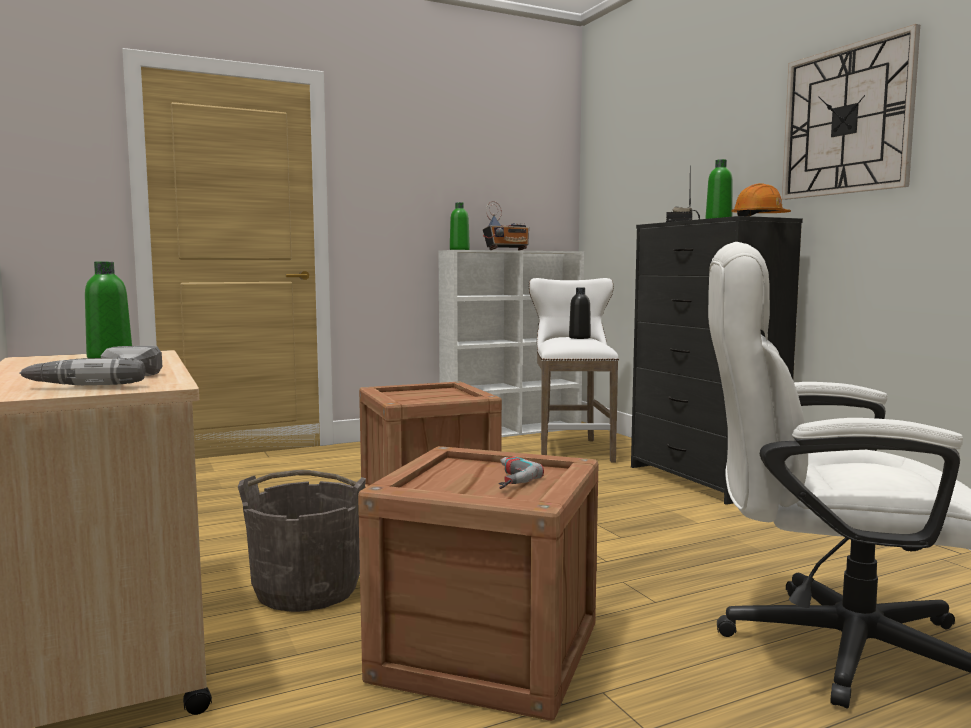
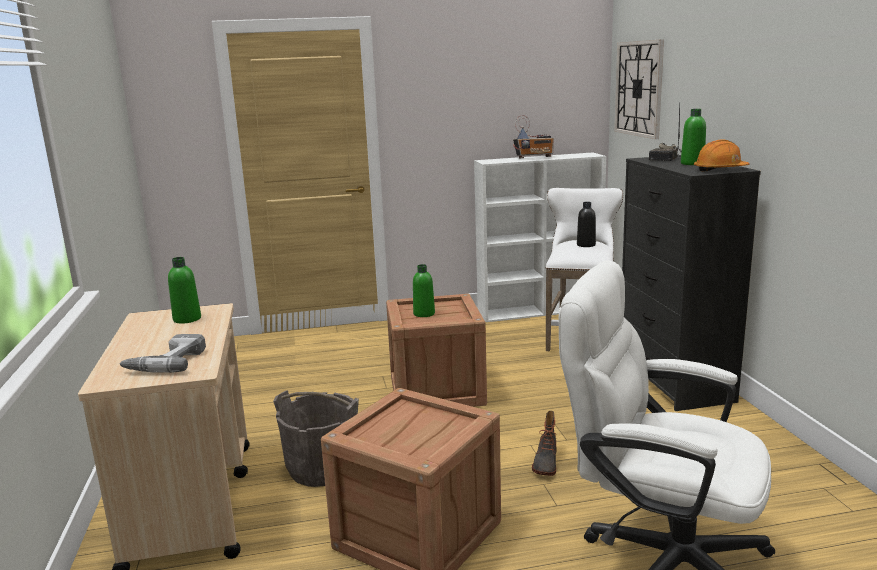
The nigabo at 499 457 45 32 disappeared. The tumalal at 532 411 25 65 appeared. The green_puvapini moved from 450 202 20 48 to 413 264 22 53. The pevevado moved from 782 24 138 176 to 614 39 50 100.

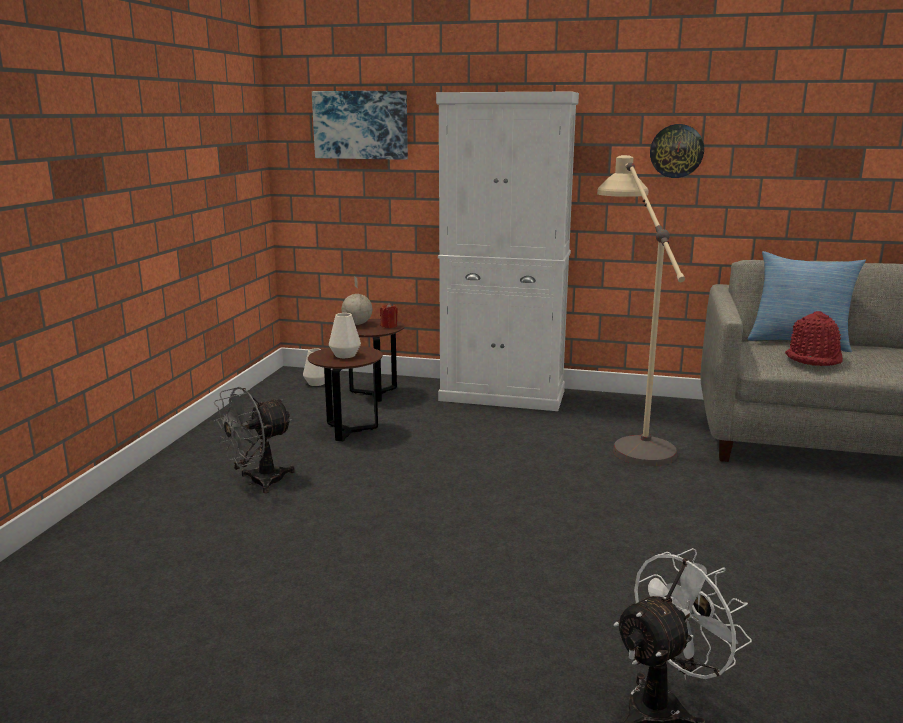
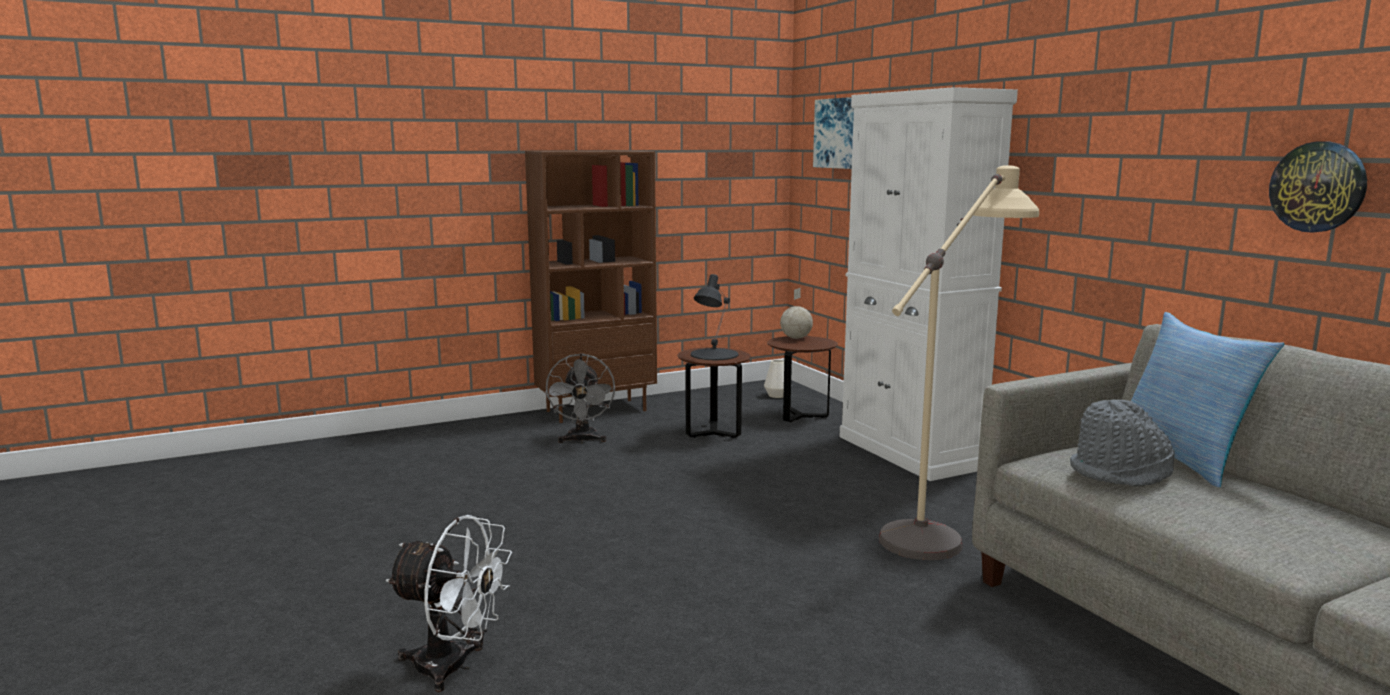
The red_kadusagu at 380 303 18 25 disappeared. The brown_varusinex at 525 151 132 272 appeared. The pevevado moved from 650 124 54 54 to 1269 142 98 91. The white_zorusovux at 329 313 32 45 was replaced by the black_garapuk at 691 274 48 86. The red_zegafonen at 785 311 58 55 became the grey_zegafonen at 1070 399 105 87. The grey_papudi at 214 387 81 106 turned 105 degrees counterclockwise.

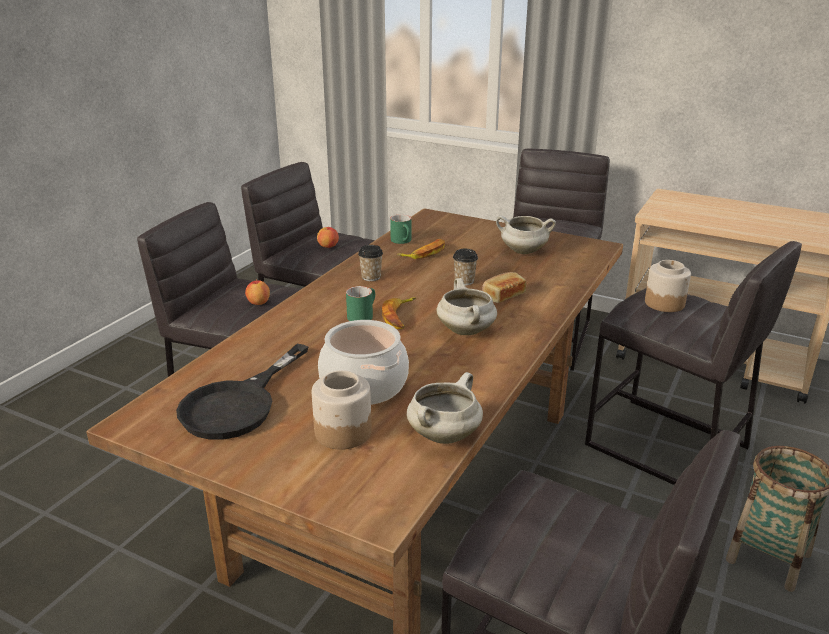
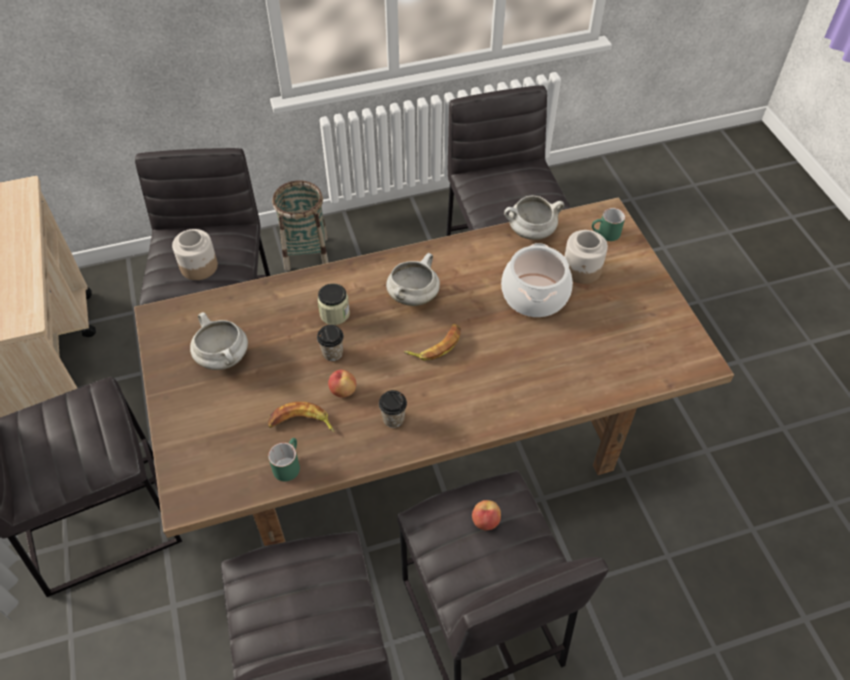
The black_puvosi at 176 344 132 96 disappeared. The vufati moved from 317 227 22 21 to 328 370 28 28. The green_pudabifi moved from 346 286 29 35 to 592 208 33 33. The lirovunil at 482 272 44 31 was replaced by the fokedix at 318 283 32 42.

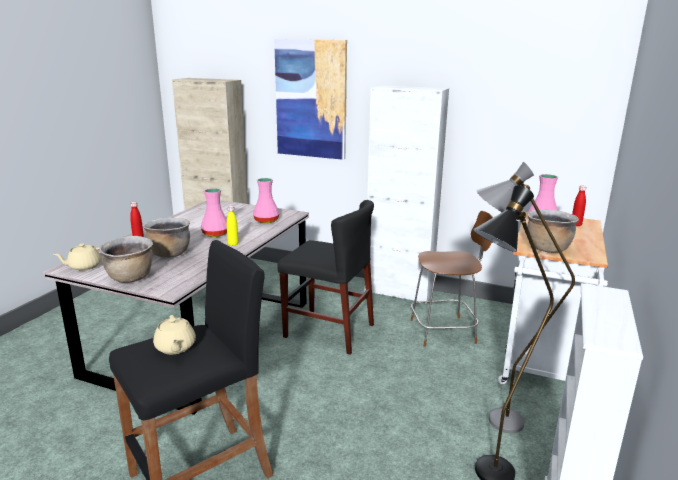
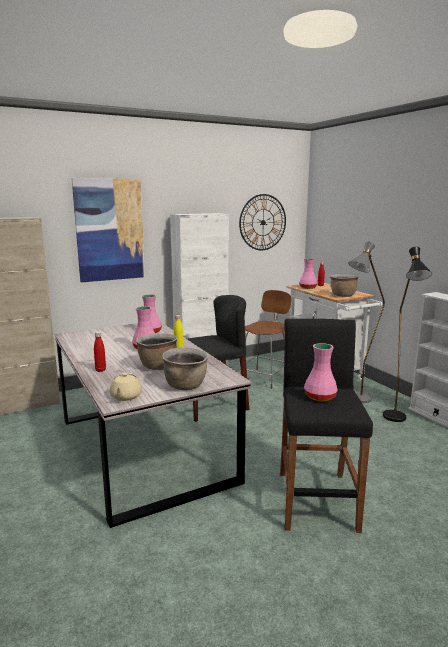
The pevevado at 239 194 47 56 appeared. The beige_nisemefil at 153 315 43 39 was replaced by the pink_zorusovux at 304 343 34 58.

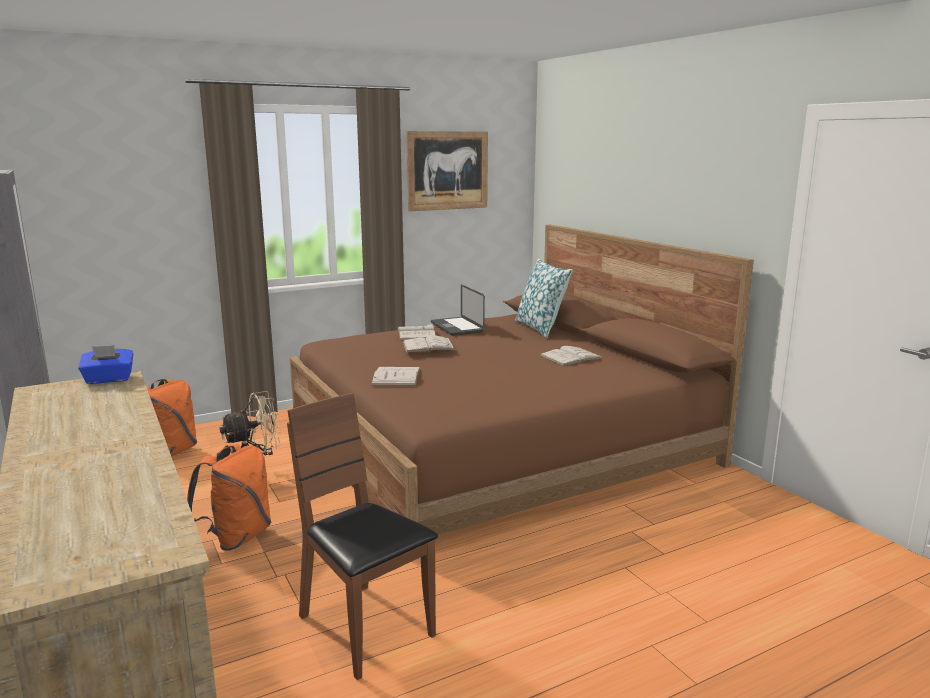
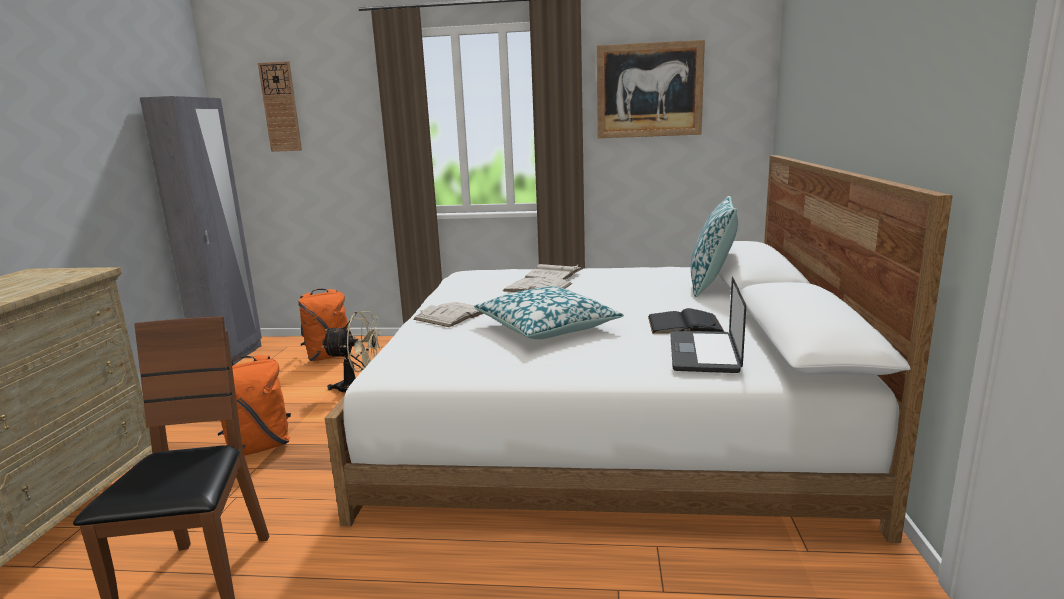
The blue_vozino at 78 345 56 39 disappeared. The pevevado at 258 61 44 91 appeared. The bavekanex at 474 287 150 52 appeared. The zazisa moved from 431 284 54 52 to 670 277 76 96. The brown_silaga at 290 225 464 334 became the white_silaga at 325 155 628 388. The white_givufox at 539 346 64 20 became the black_givufox at 648 308 77 26.

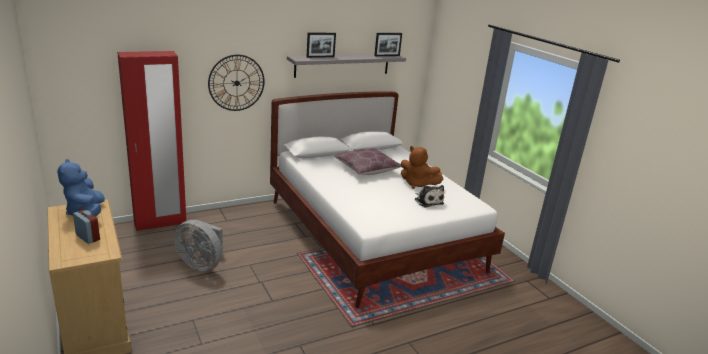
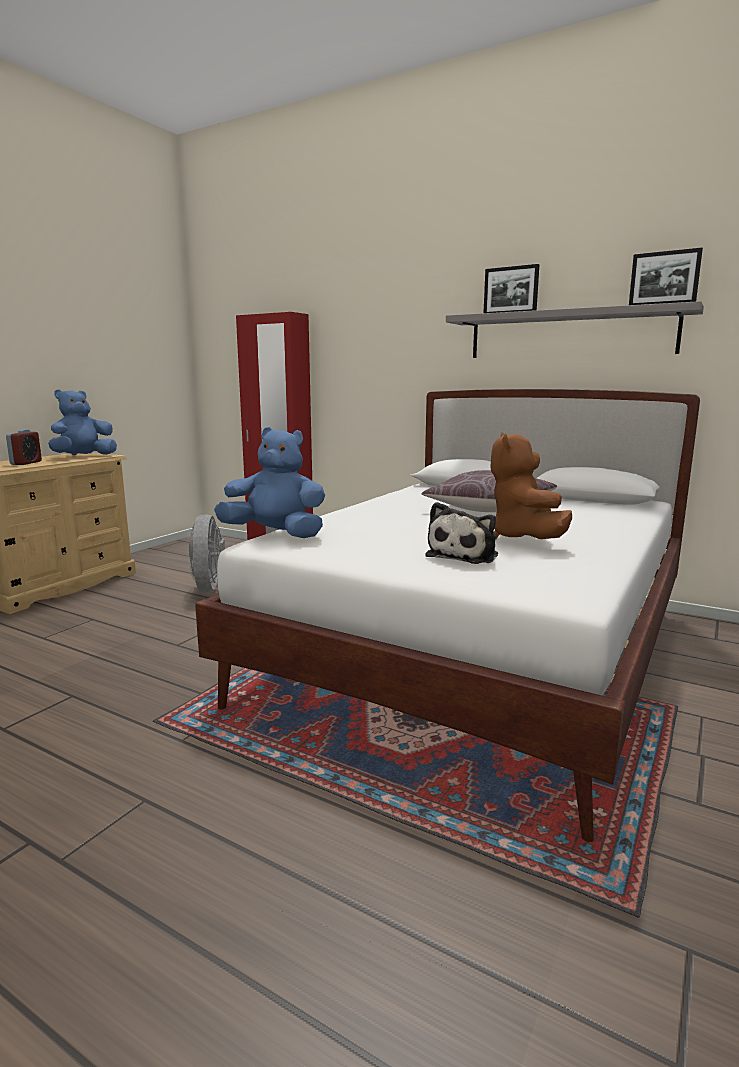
The pevevado at 208 54 57 57 disappeared. The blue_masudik at 214 427 111 111 appeared.

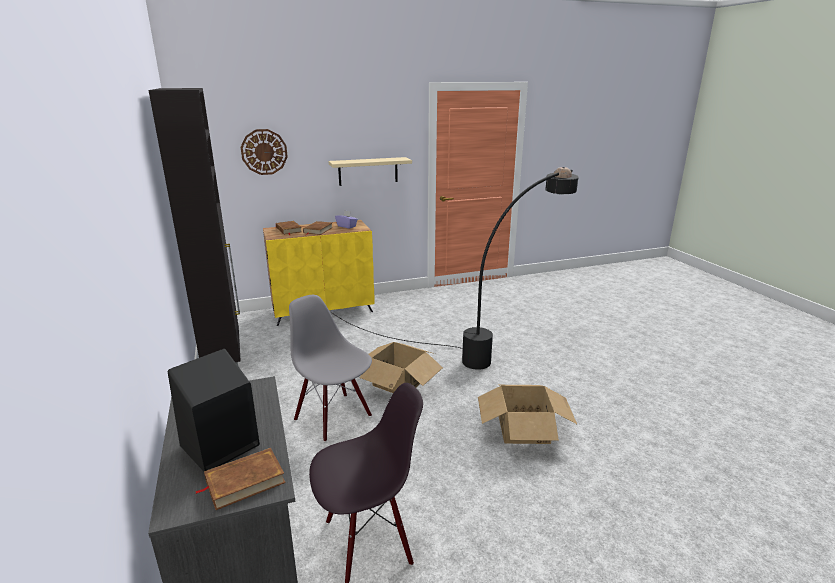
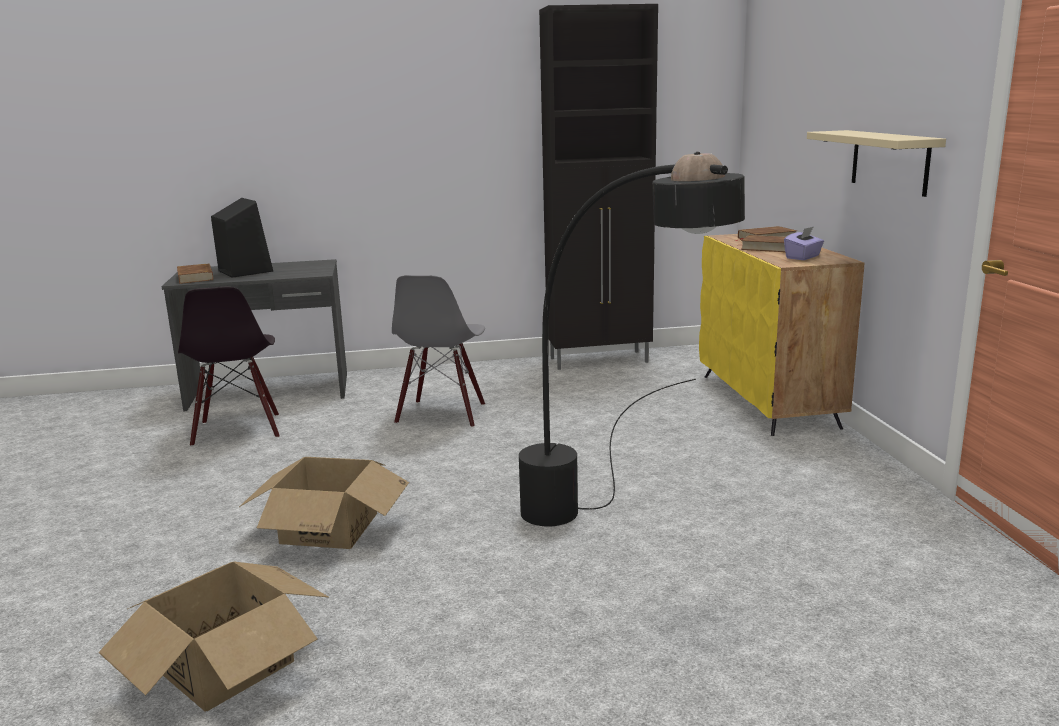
The pevevado at 241 129 47 46 disappeared. The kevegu moved from 360 342 83 51 to 99 562 229 150. The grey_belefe at 289 295 83 147 turned 135 degrees clockwise.

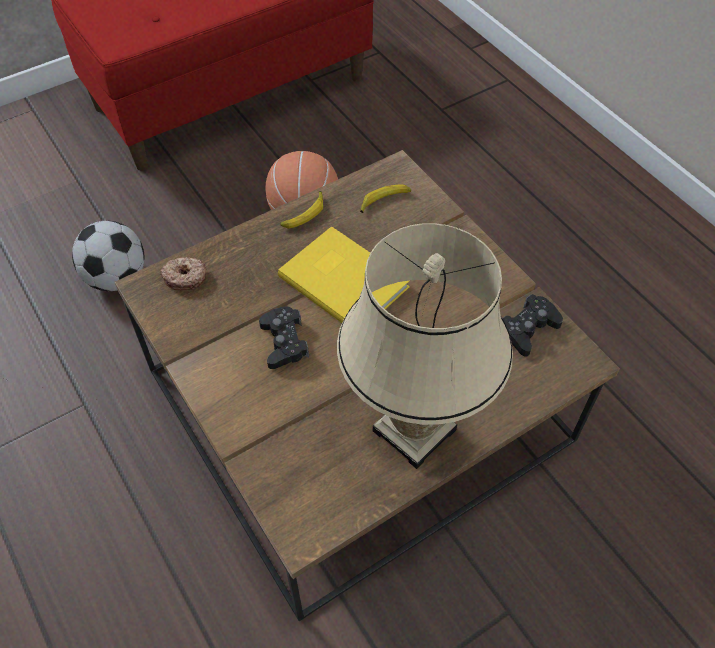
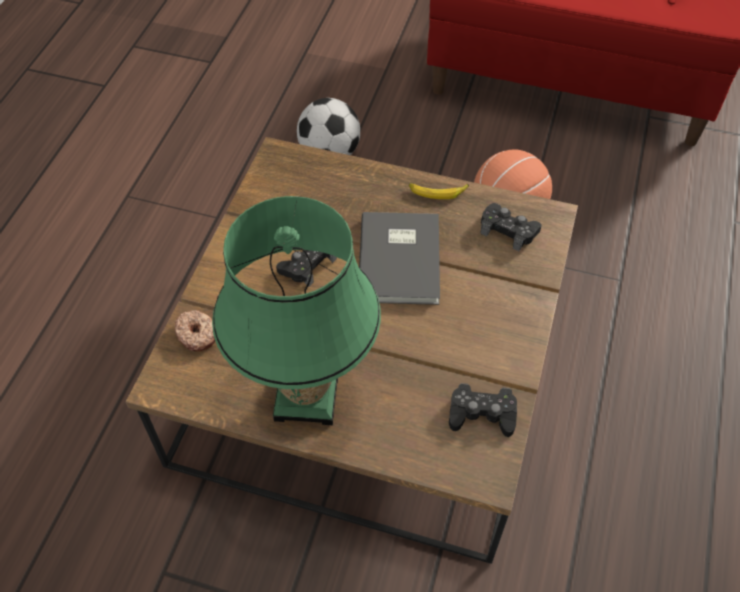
The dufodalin moved from 160 257 46 33 to 175 310 40 41. The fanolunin at 360 185 51 28 was replaced by the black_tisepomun at 480 203 62 48. The yellow_givufox at 278 226 132 97 became the grey_givufox at 359 212 81 93. The beige_garapuk at 337 223 176 246 became the green_garapuk at 212 196 169 229.

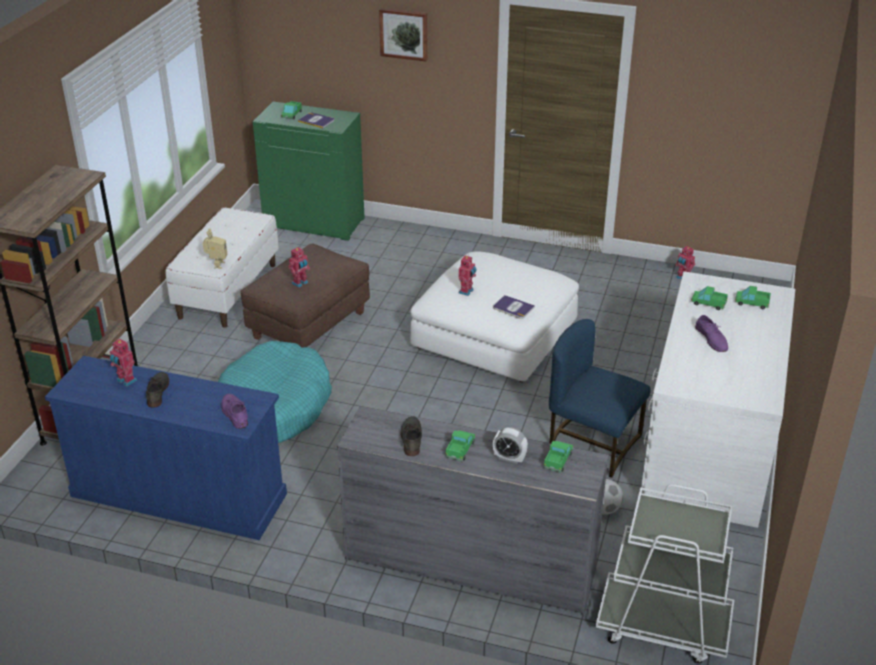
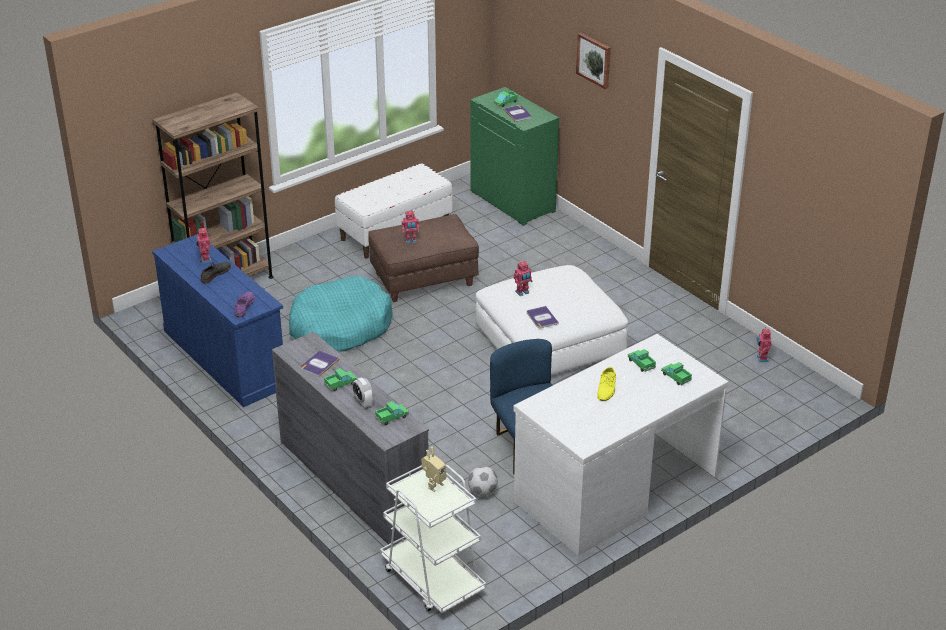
The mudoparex moved from 203 229 24 40 to 422 447 24 45. The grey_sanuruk at 401 416 21 40 was replaced by the givufox at 301 351 39 26. The purple_sanuruk at 695 315 33 37 became the yellow_sanuruk at 597 367 19 34.

